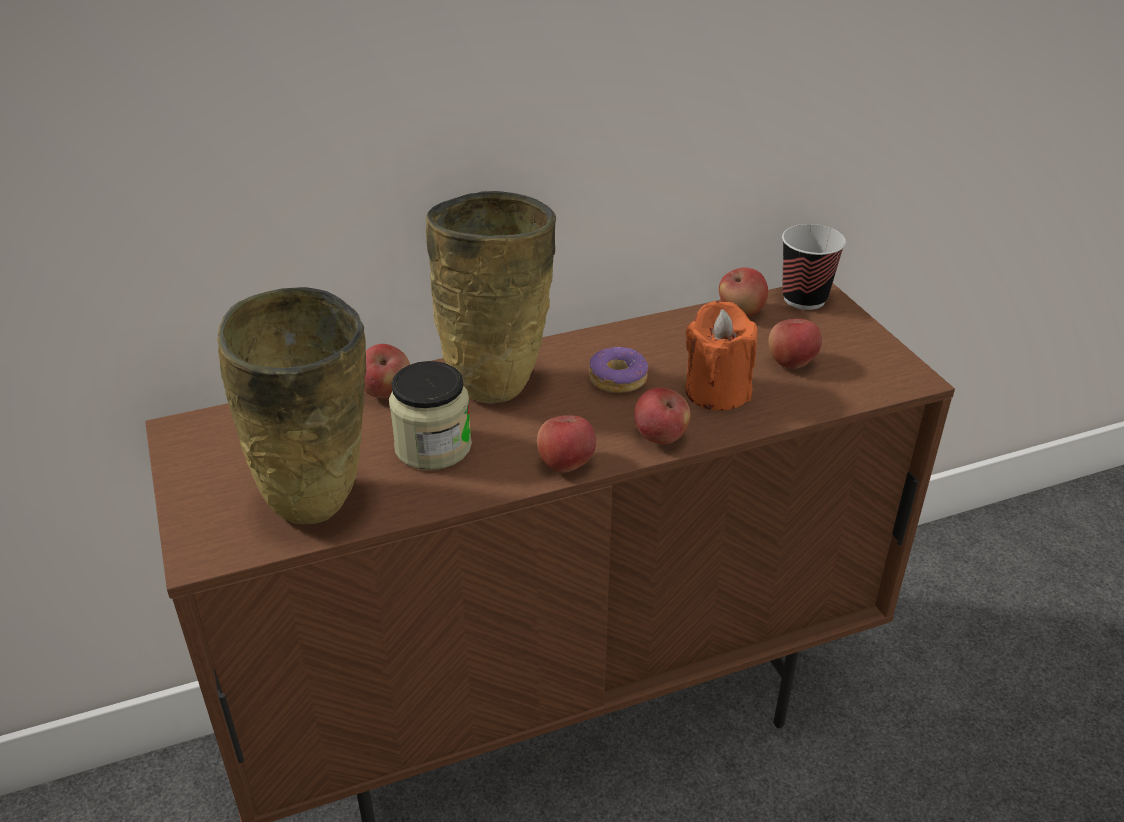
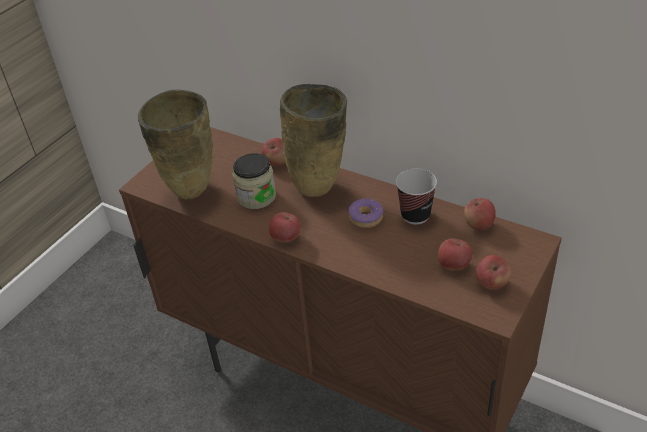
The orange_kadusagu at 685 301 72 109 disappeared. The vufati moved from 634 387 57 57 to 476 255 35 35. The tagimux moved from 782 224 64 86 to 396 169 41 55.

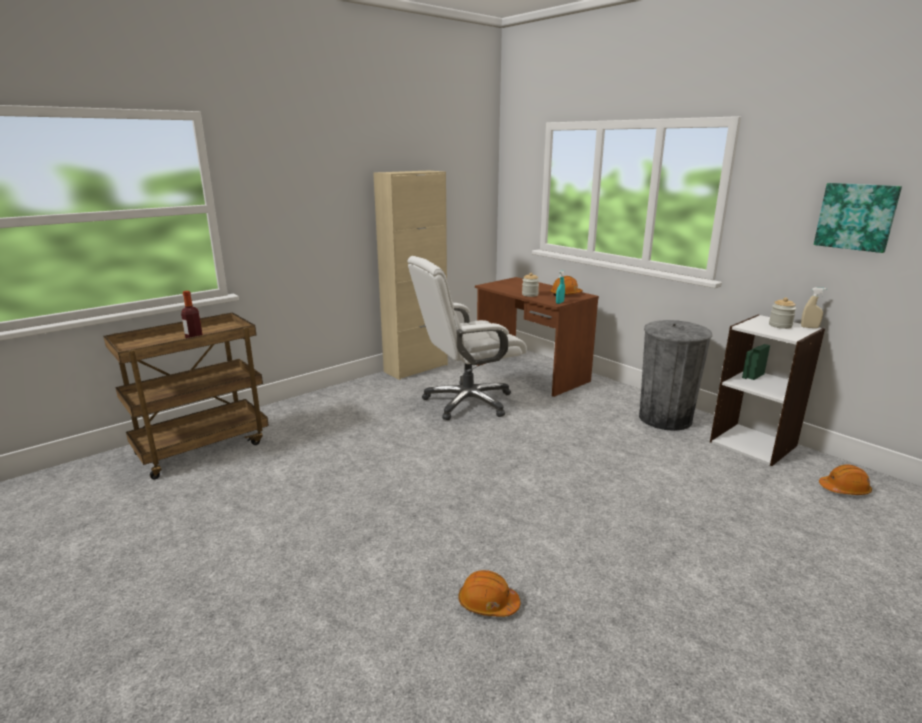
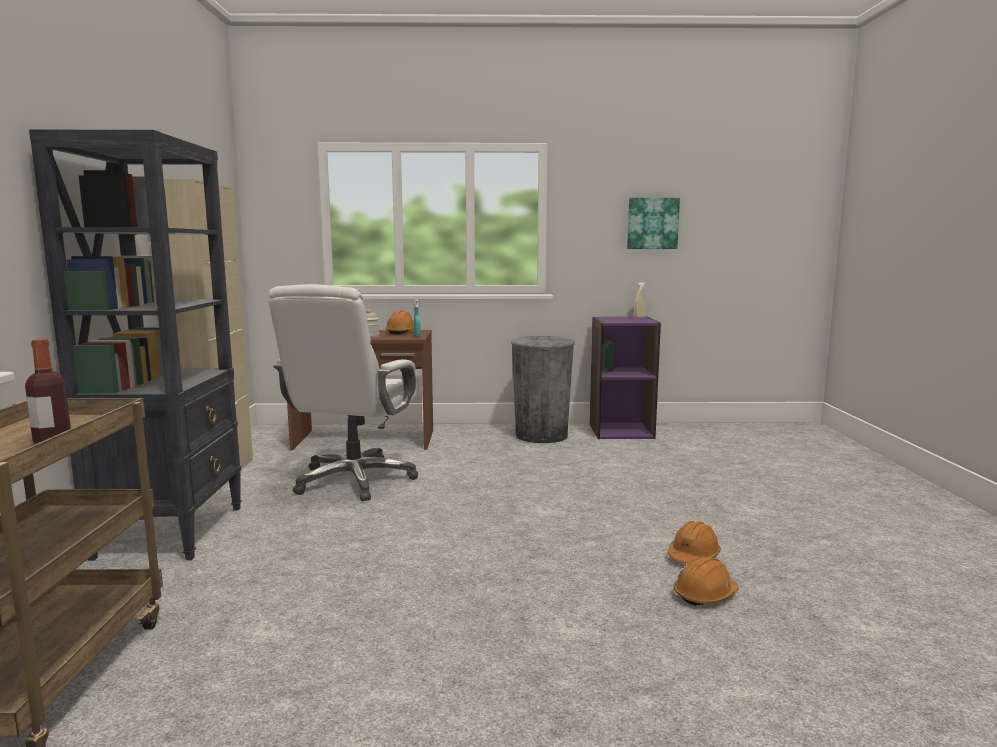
The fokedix at 769 298 27 31 disappeared. The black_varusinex at 29 129 213 432 appeared. The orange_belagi moved from 819 464 53 31 to 668 521 53 42. The white_varusinex at 710 315 115 151 became the purple_varusinex at 590 317 71 122.

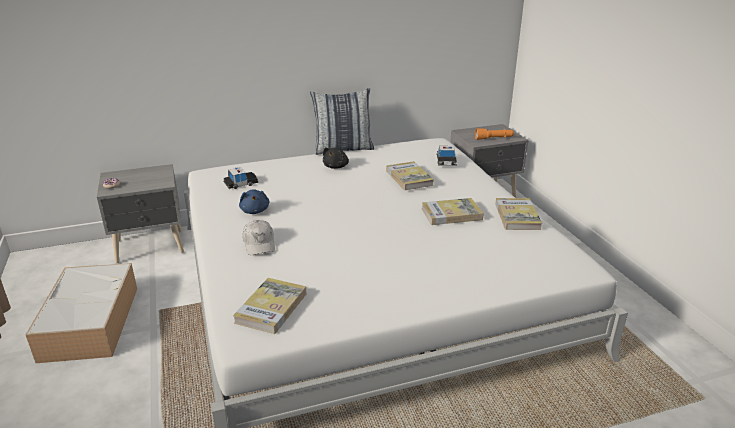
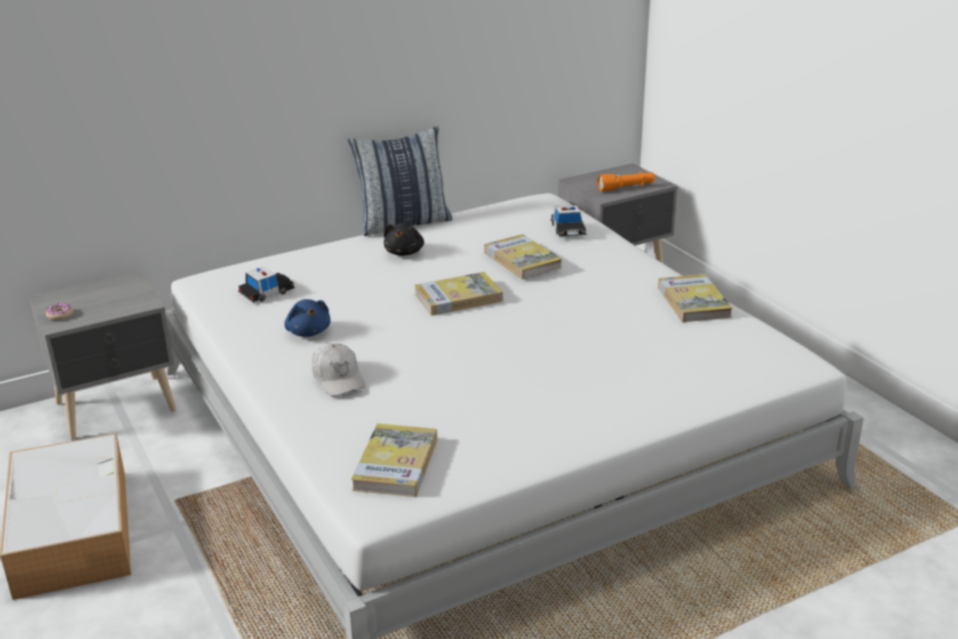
The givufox moved from 422 198 62 27 to 414 272 89 44.

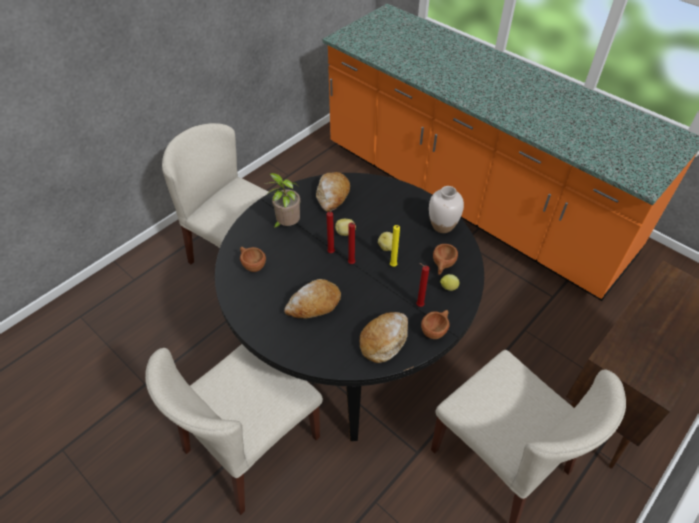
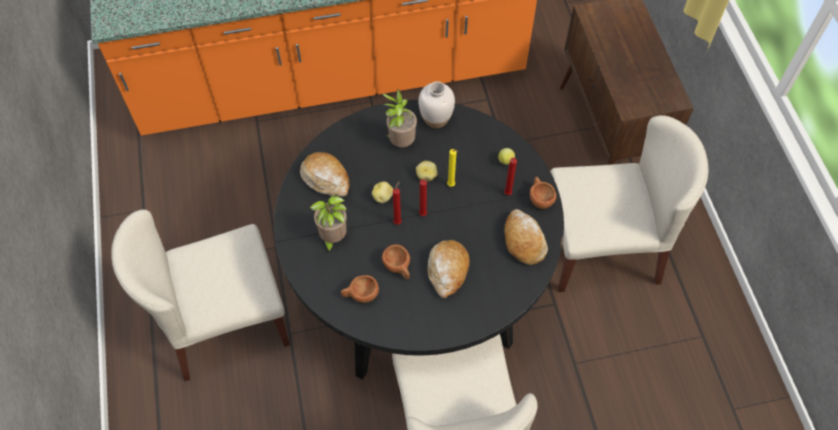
The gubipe at 383 89 34 58 appeared. The brown_tagimux moved from 433 244 25 31 to 382 244 28 35.

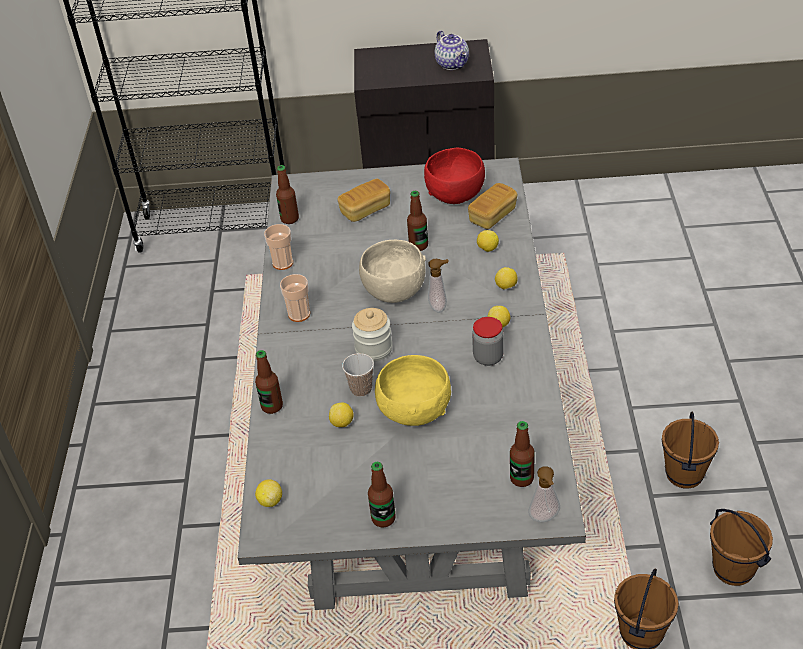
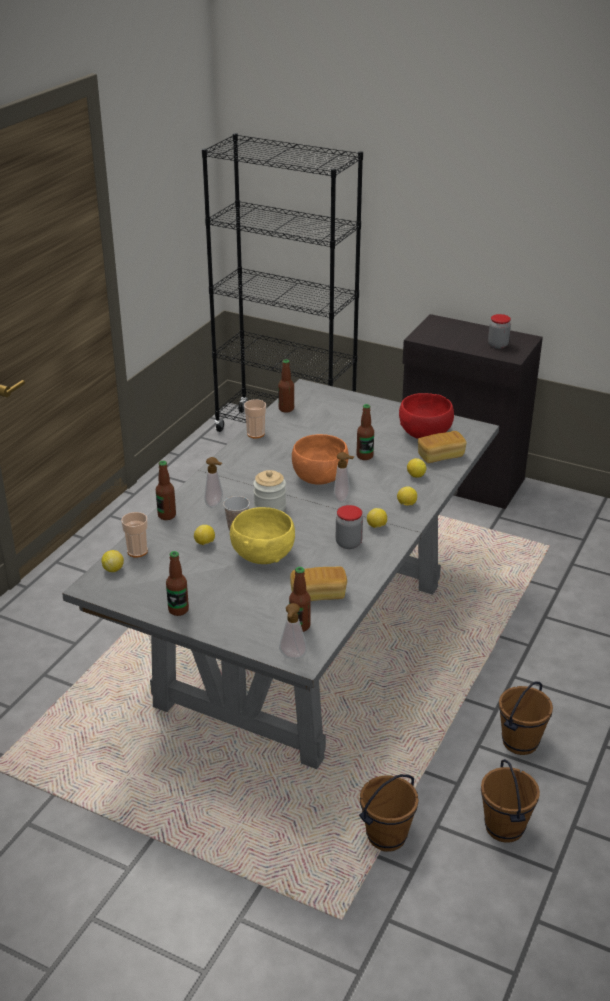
The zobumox at 204 457 19 51 appeared. The tagimux moved from 280 274 30 48 to 121 512 27 45. The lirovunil moved from 338 179 52 43 to 290 567 57 34. The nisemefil at 435 31 34 39 was replaced by the fokedix at 488 314 23 35. The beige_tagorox at 359 240 67 63 became the orange_tagorox at 292 434 57 51.

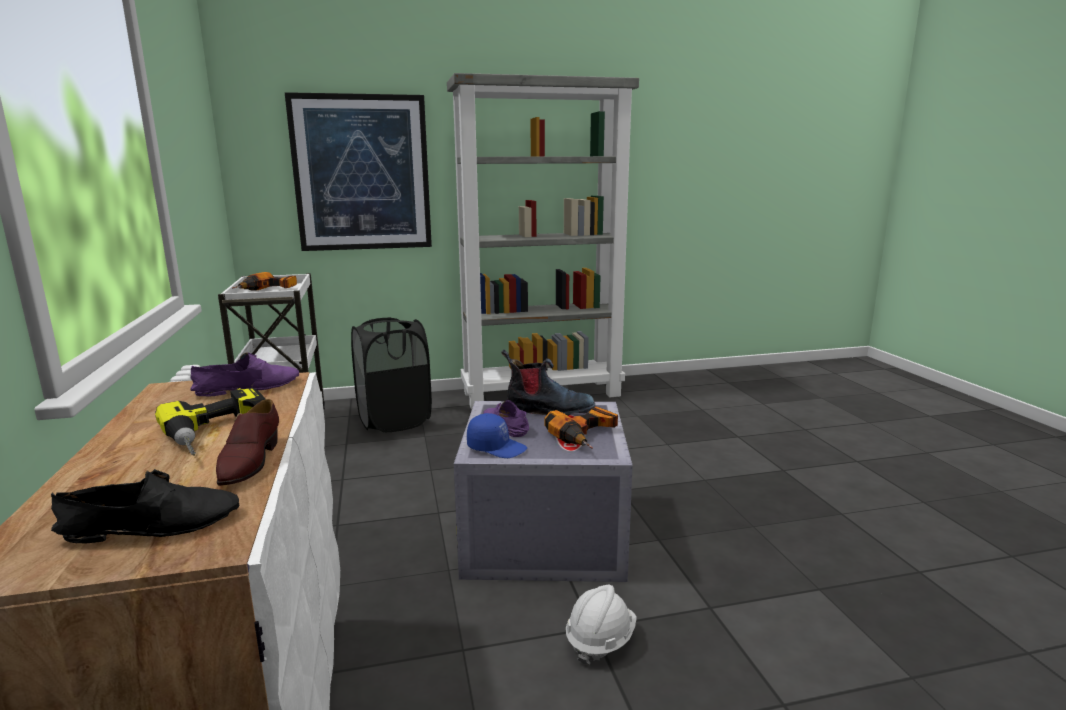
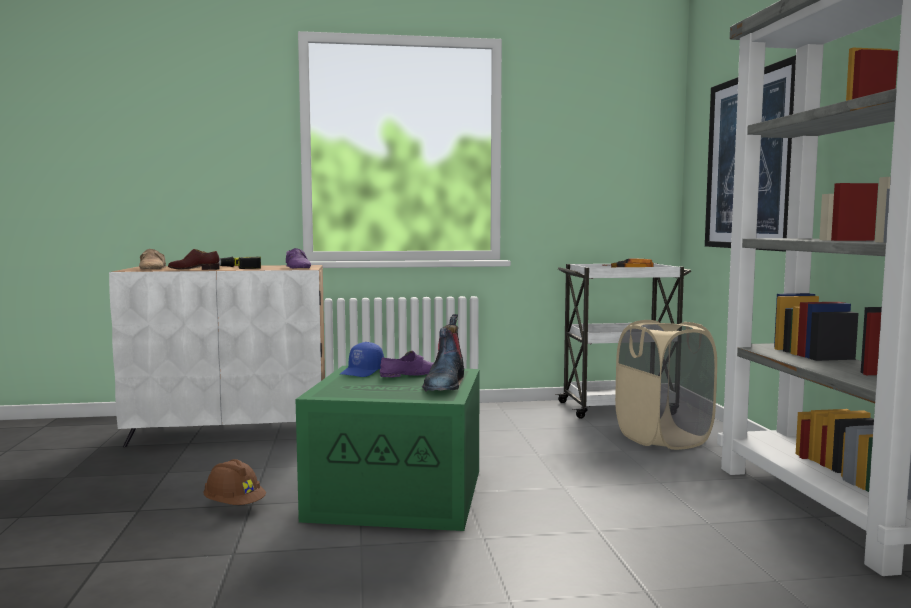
The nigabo at 544 406 74 43 disappeared. The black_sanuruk at 51 469 189 75 became the beige_sanuruk at 139 249 27 20. The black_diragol at 351 317 81 115 became the beige_diragol at 615 320 102 130. The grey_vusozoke at 454 401 179 181 became the green_vusozoke at 296 366 184 165. The white_belagi at 566 585 71 80 became the brown_belagi at 204 459 62 46.

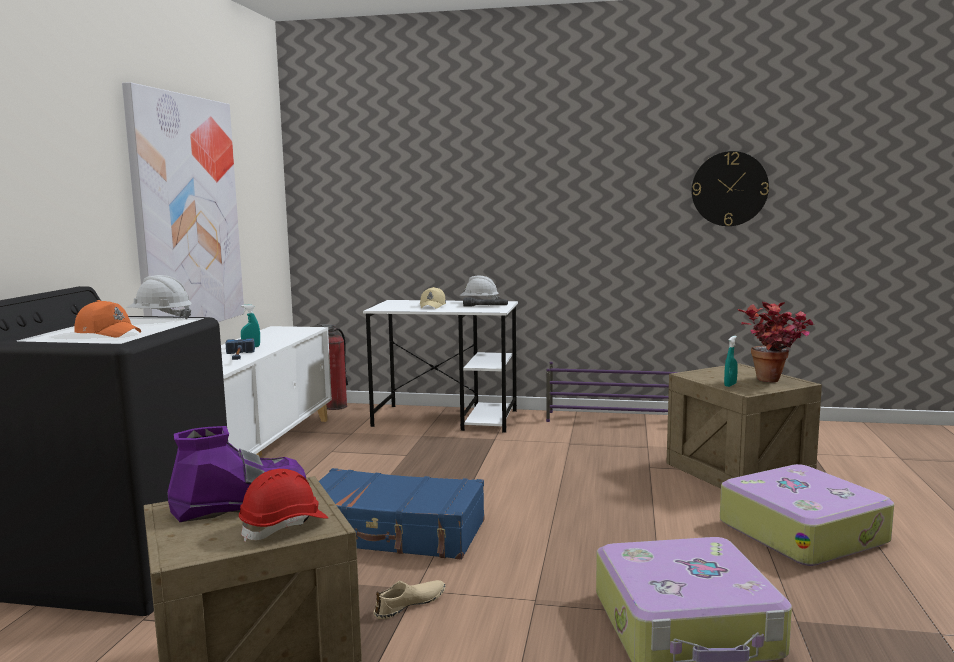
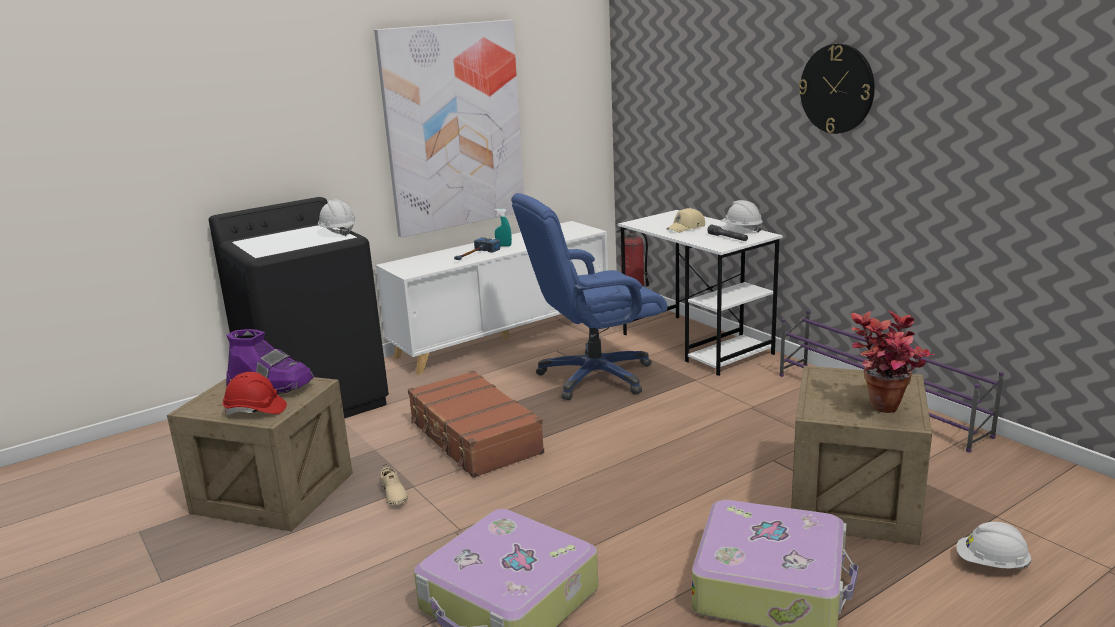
The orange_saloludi at 74 300 67 38 disappeared. The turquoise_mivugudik at 724 336 14 51 disappeared. The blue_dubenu at 511 193 157 207 appeared. The white_belagi at 956 522 75 47 appeared. The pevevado moved from 691 151 78 75 to 799 44 76 90. The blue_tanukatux at 319 468 165 92 became the brown_tanukatux at 408 370 136 108. The beige_sanuruk at 373 580 73 39 turned 60 degrees clockwise.

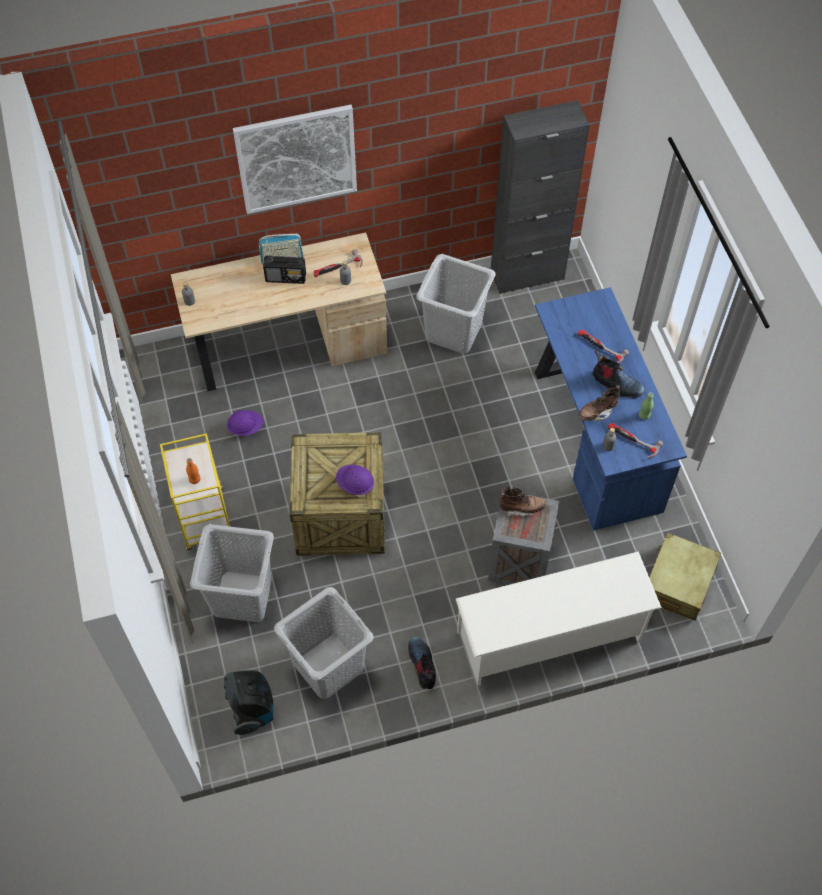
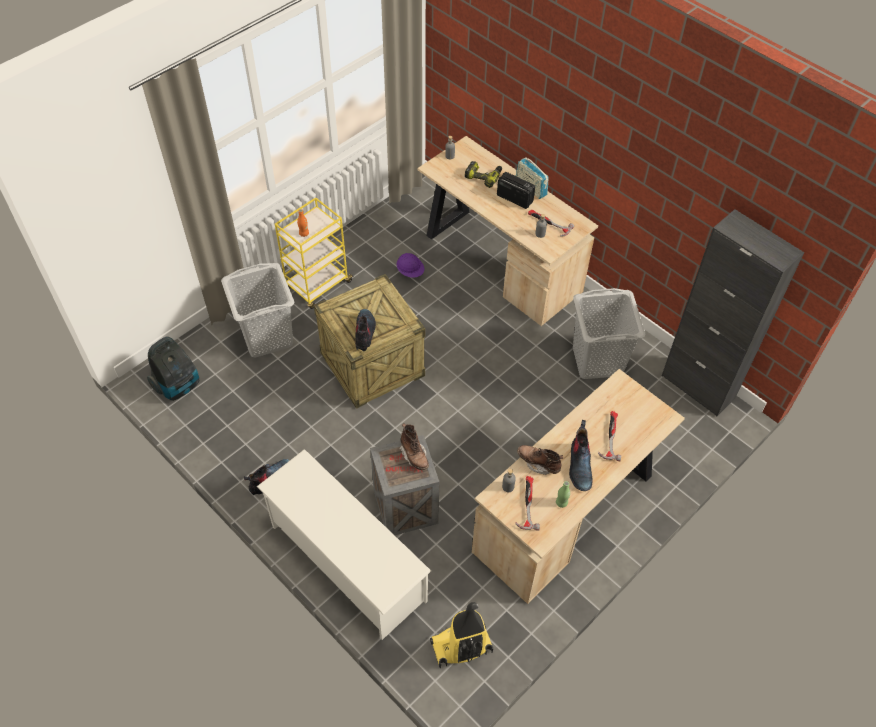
The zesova at 233 105 124 109 disappeared. The grey_diragol at 274 587 100 112 disappeared. The nigabo at 465 161 37 27 appeared. The purple_belagi at 336 465 38 30 was replaced by the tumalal at 355 309 21 42. The beige_tanukatux at 648 532 73 89 was replaced by the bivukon at 430 602 63 66. The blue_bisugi at 535 287 152 244 became the beige_bisugi at 472 369 213 235. The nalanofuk at 263 255 43 29 turned 150 degrees clockwise.

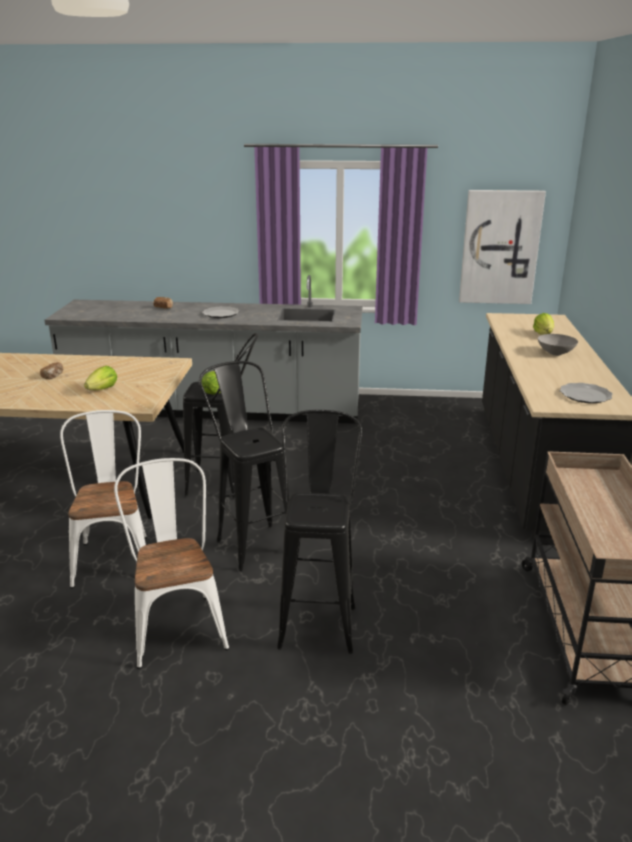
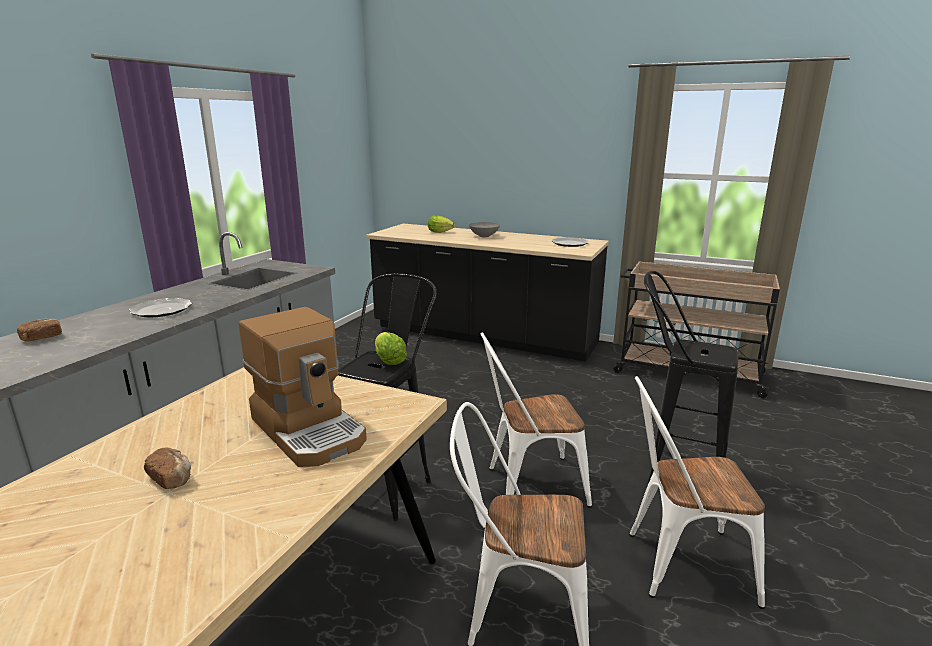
The zesova at 459 190 87 114 disappeared. The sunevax at 84 366 33 24 was replaced by the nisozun at 239 307 128 160. The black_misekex at 199 361 91 210 was replaced by the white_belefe at 481 332 111 176.

